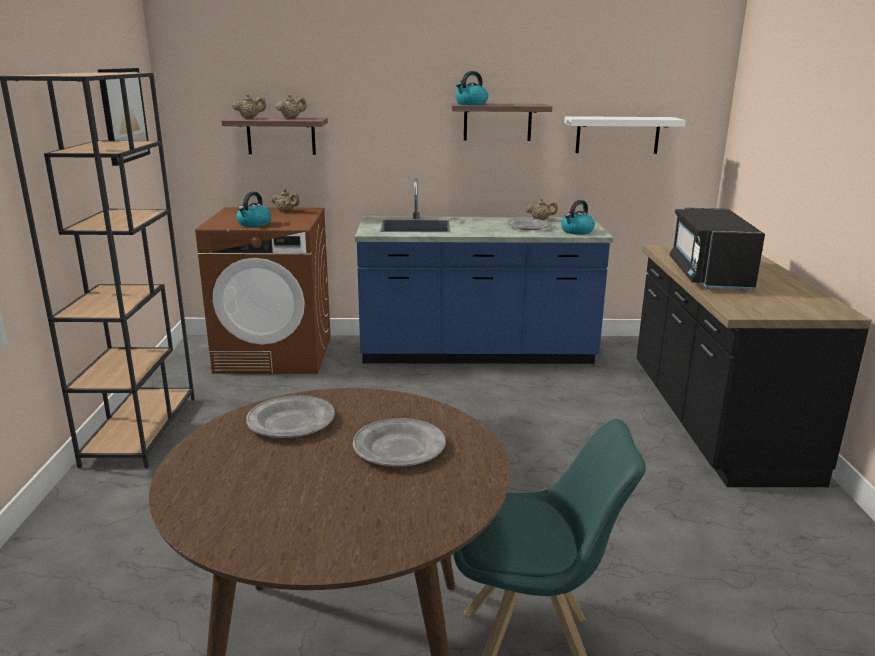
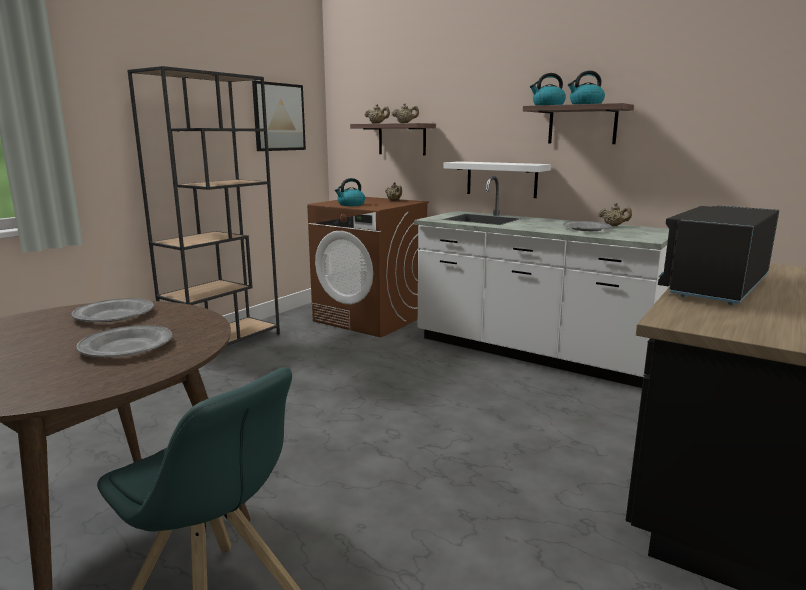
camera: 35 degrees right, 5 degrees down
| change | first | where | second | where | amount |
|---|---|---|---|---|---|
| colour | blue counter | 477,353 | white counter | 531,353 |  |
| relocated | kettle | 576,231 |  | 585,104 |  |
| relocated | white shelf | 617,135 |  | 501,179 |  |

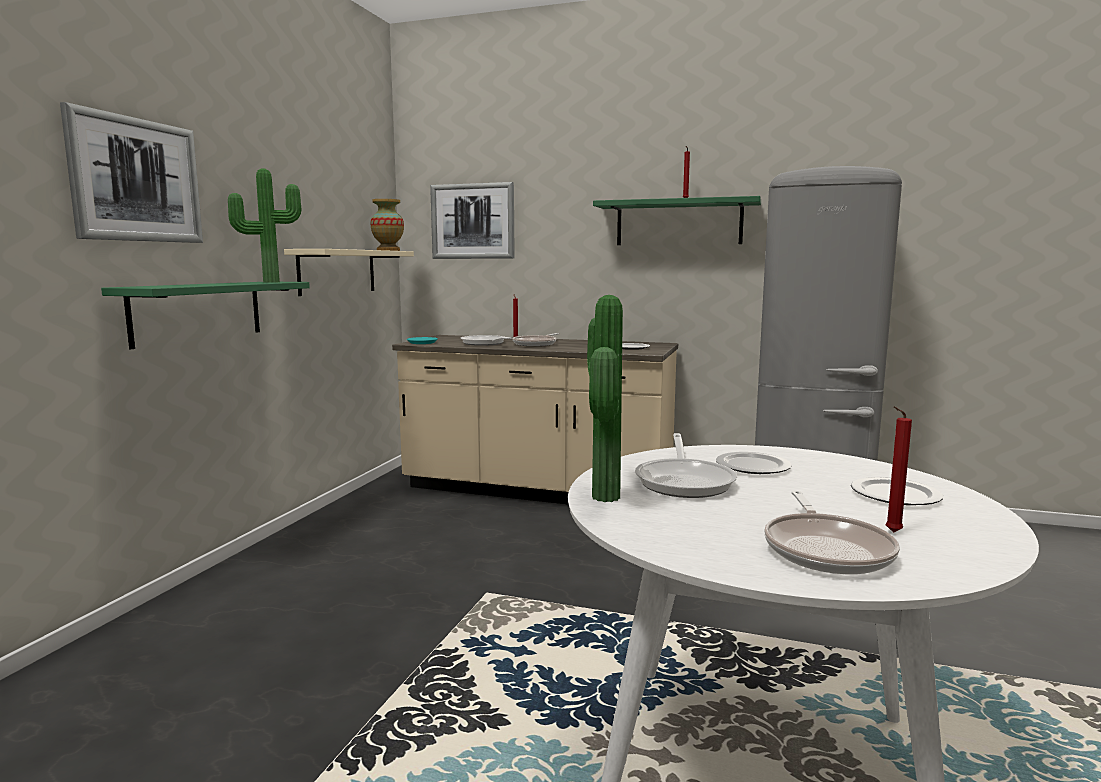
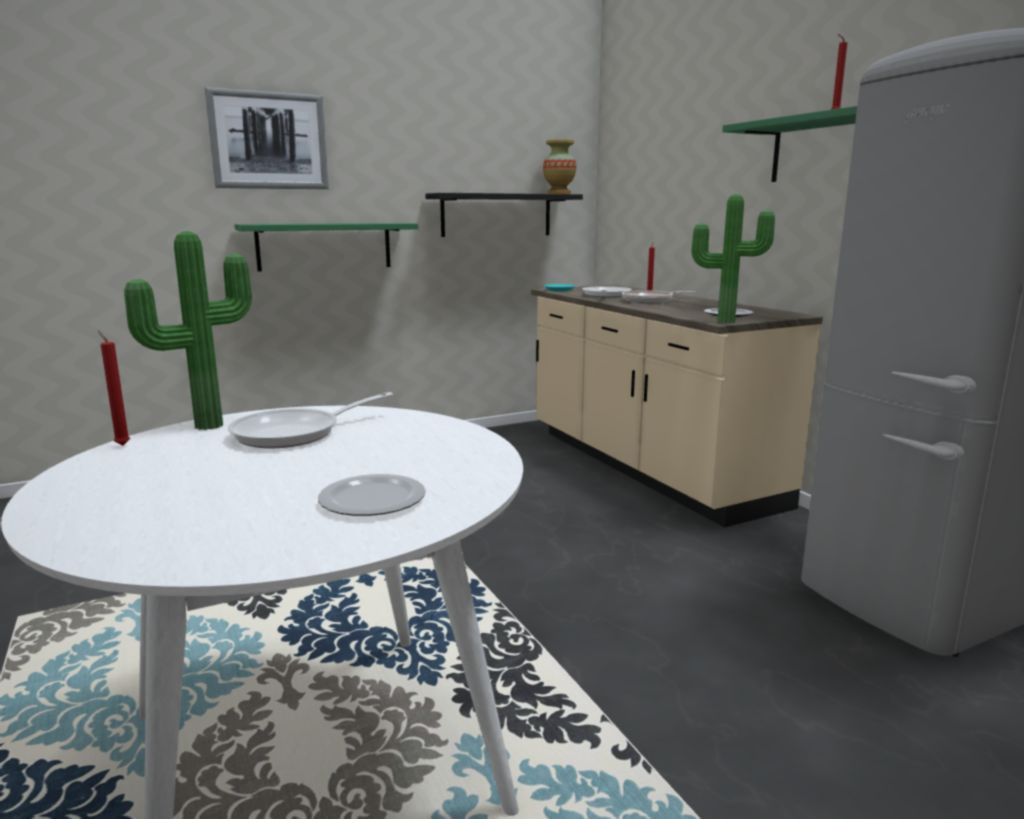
camera: 45 degrees right, 5 degrees up
| change | first | where | second | where | amount |
|---|---|---|---|---|---|
| relocated | potted plant | 270,282 |  | 725,321 |  |
| colour | beige shelf | 337,271 | black shelf | 496,215 |  |
| missing | picture | 473,221 |  |  |  |
| missing | plate | 754,466 |  |  |  |
| missing | frying pan | 826,549 |  |  |  |
| relocated | red candle | 891,532 |  | 121,445 |  |

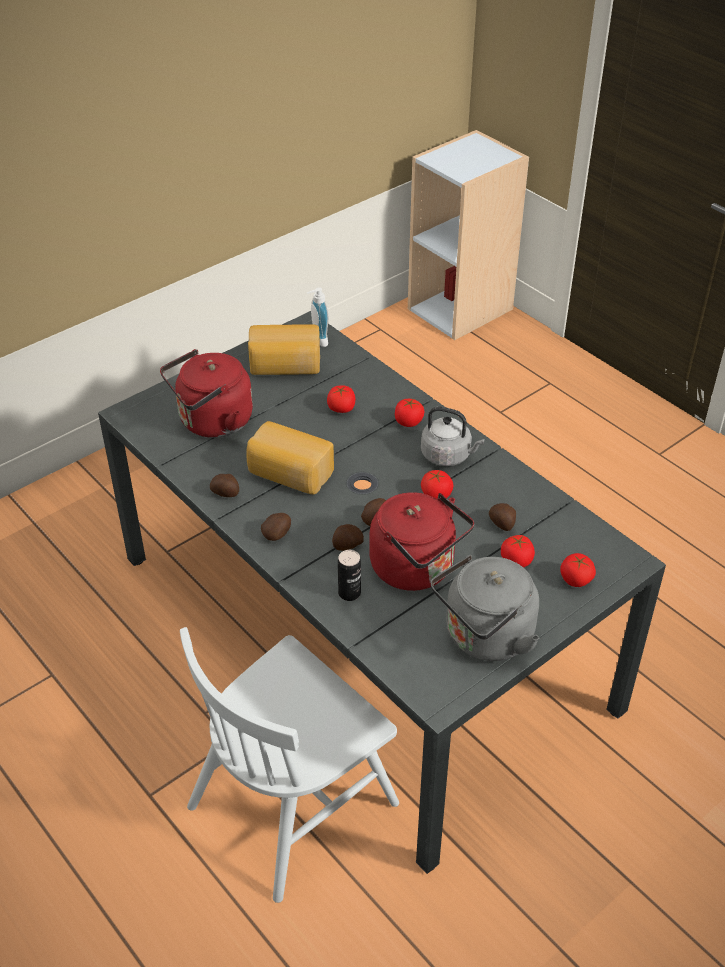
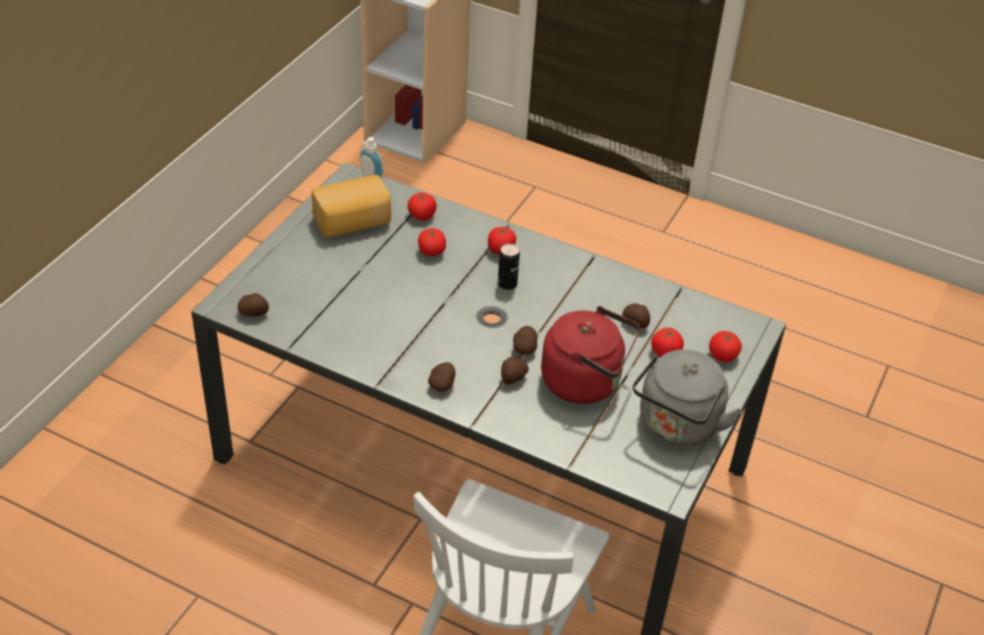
camera: 25 degrees left, 0 degrees up
| change | first | where | second | where | amount |
|---|---|---|---|---|---|
| missing | red kettle | 212,422 |  |  |  |
| relocated | potato | 226,493 |  | 254,313 |  |
| missing | bread | 289,474 |  |  |  |
| relocated | can | 349,593 |  | 507,284 |  |
| missing | grey kettle | 448,455 |  |  |  |
| relocated | tomato | 436,495 |  | 422,215 |  |

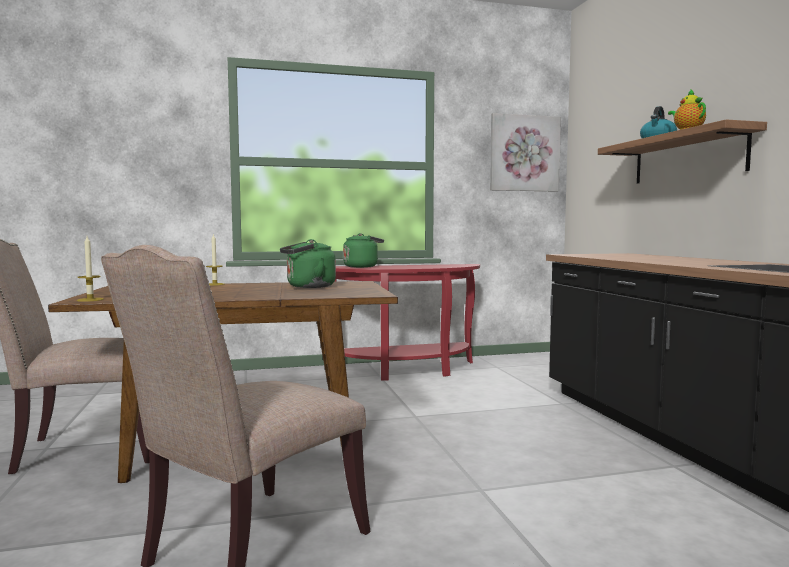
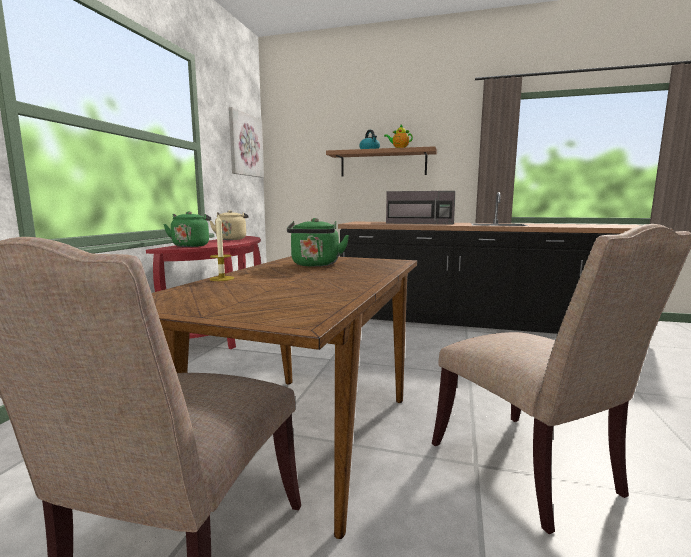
camera: 60 degrees left, 5 degrees up
| change | first | where | second | where | amount |
|---|---|---|---|---|---|
| missing | candle | 90,300 |  |  |  |
| appeared |  |  | beige kettle | 231,239 |  |
| appeared |  |  | grey microwave | 421,223 |  |

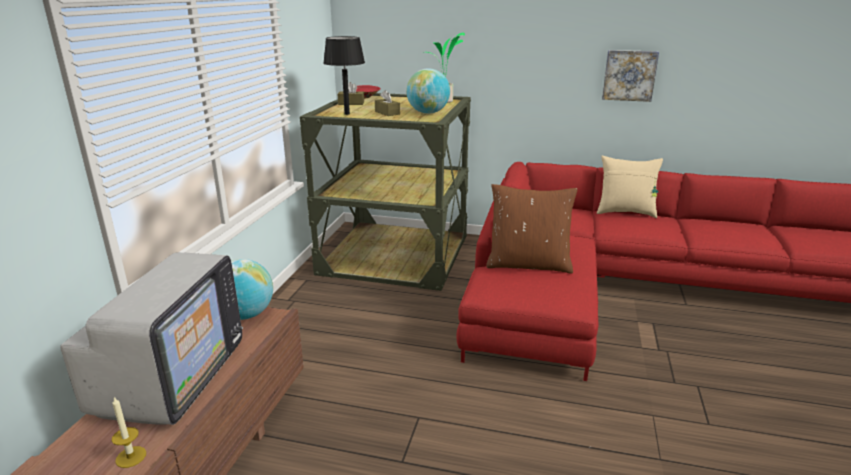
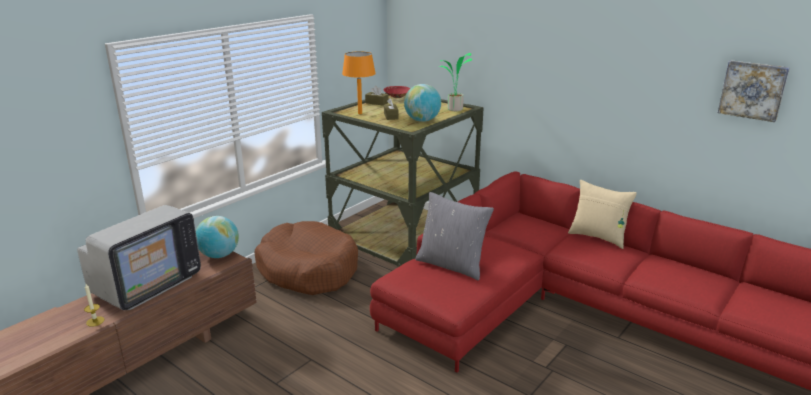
camera: 25 degrees right, 0 degrees up
| change | first | where | second | where | amount |
|---|---|---|---|---|---|
| colour | black table lamp | 347,114 | orange table lamp | 360,113 |  |
| colour | brown pillow | 528,264 | grey pillow | 452,265 |  |
| relocated | picture | 629,75 |  | 753,90 |  |
| appeared |  |  | brown dog bed | 308,269 |  |

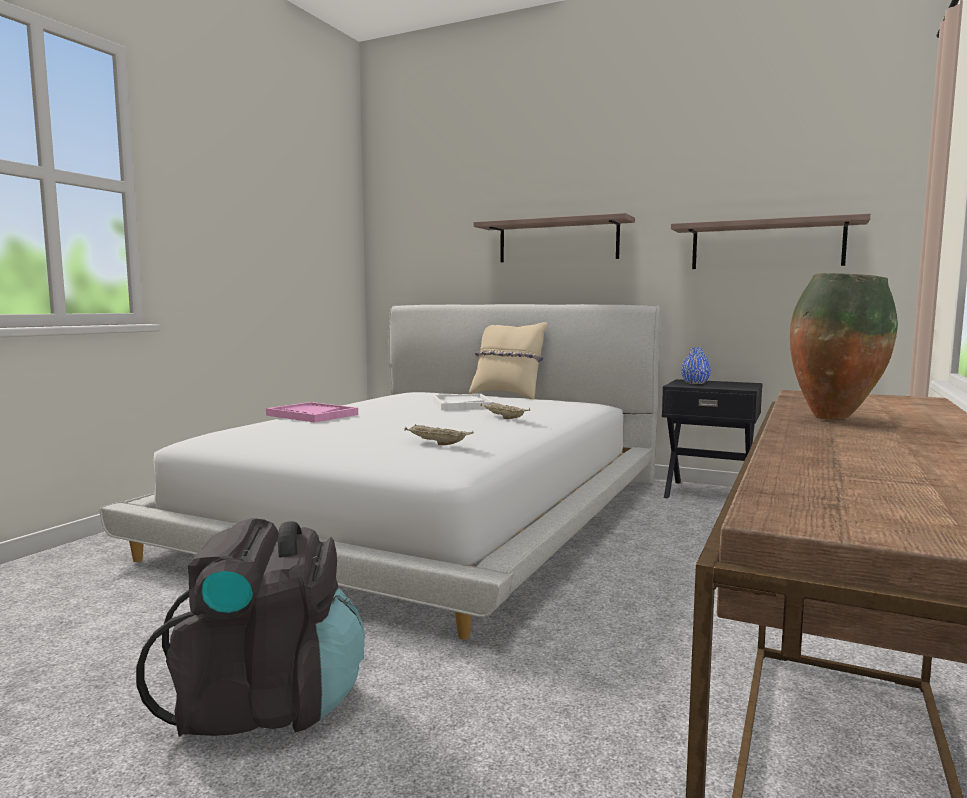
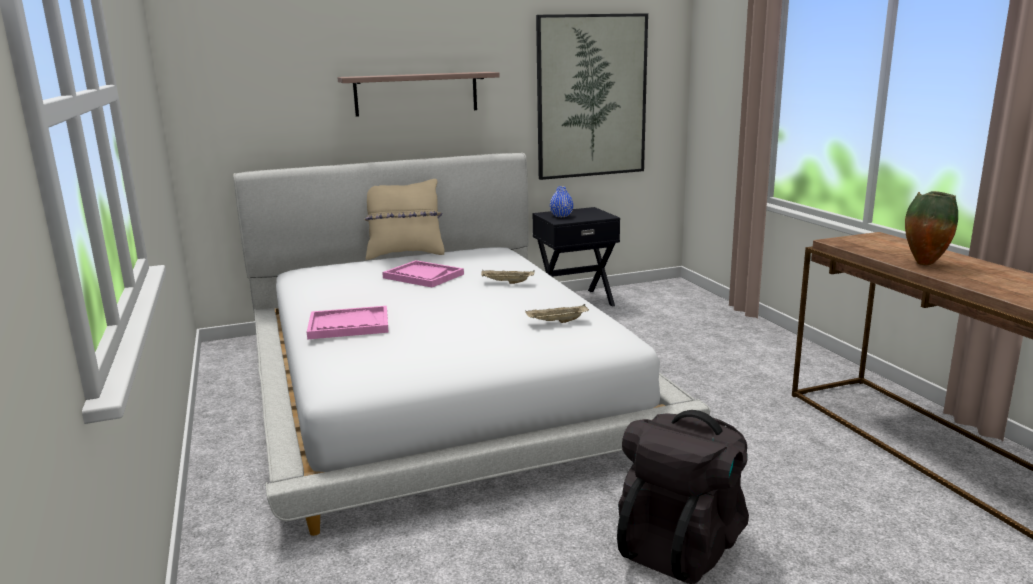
camera: 45 degrees left, 10 degrees up
| change | first | where | second | where | amount |
|---|---|---|---|---|---|
| colour | white tray | 462,404 | pink tray | 423,276 |  |
| exchanged | shelf | 766,245 | picture | 591,96 |  |

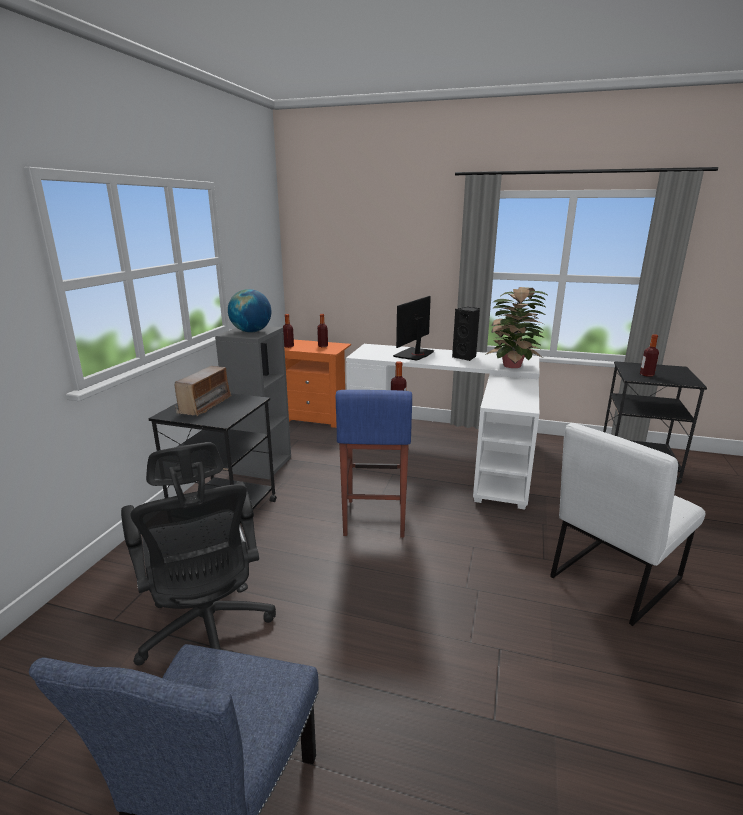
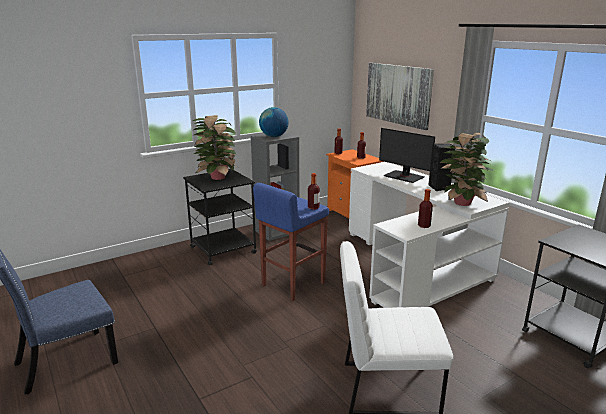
camera: 40 degrees right, 0 degrees up
| change | first | where | second | where | amount |
|---|---|---|---|---|---|
| missing | office chair | 207,632 |  |  |  |
| exchanged | radio | 205,405 | potted plant | 217,177 |  |
| spun | monitor | 414,354 |  | 404,177 | 120 degrees counterclockwise |
| relocated | bottle | 646,375 |  | 424,226 |  |
| appeared |  |  | picture | 398,94 |  |

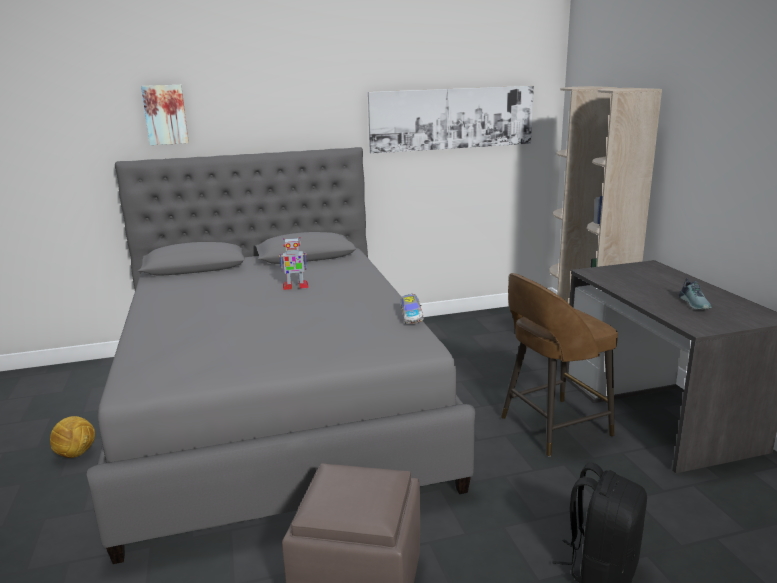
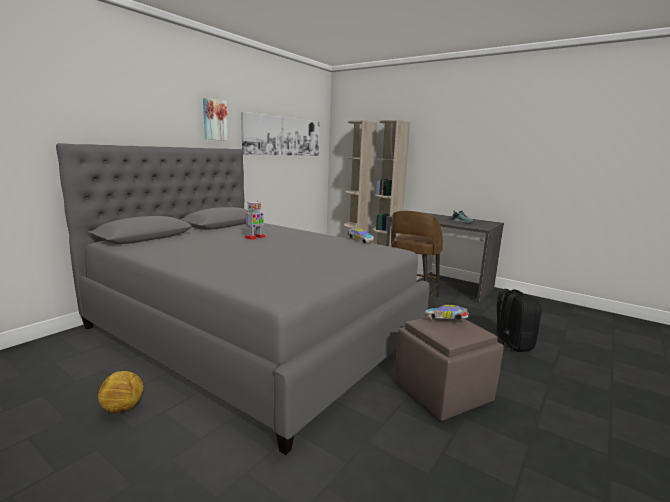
camera: 40 degrees left, 5 degrees down
| change | first | where | second | where | amount |
|---|---|---|---|---|---|
| relocated | picture | 165,114 |  | 214,120 |  |
| appeared |  |  | toy car | 446,320 |  |

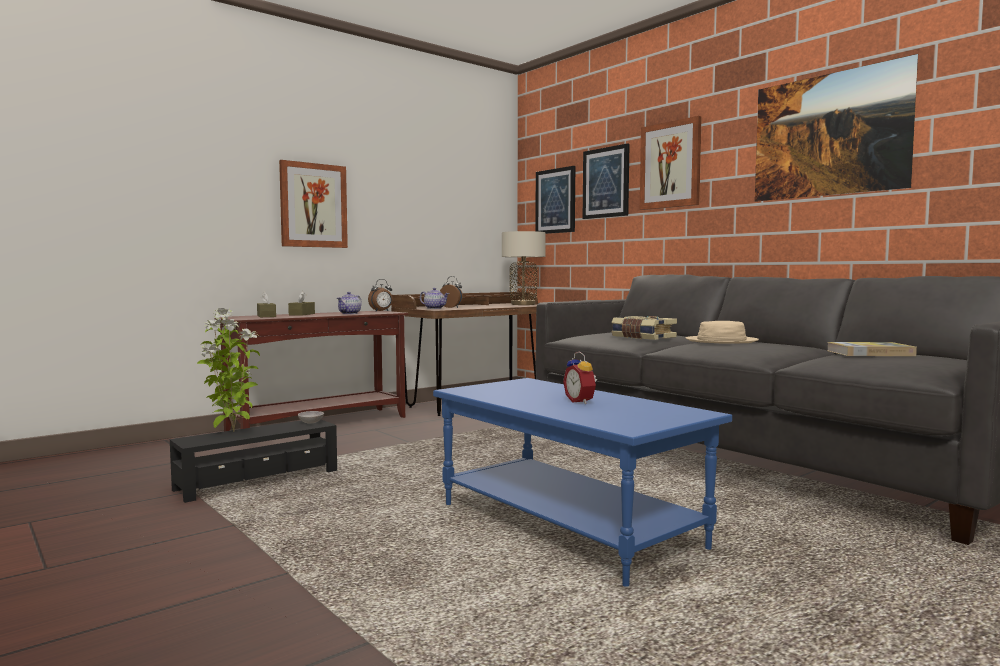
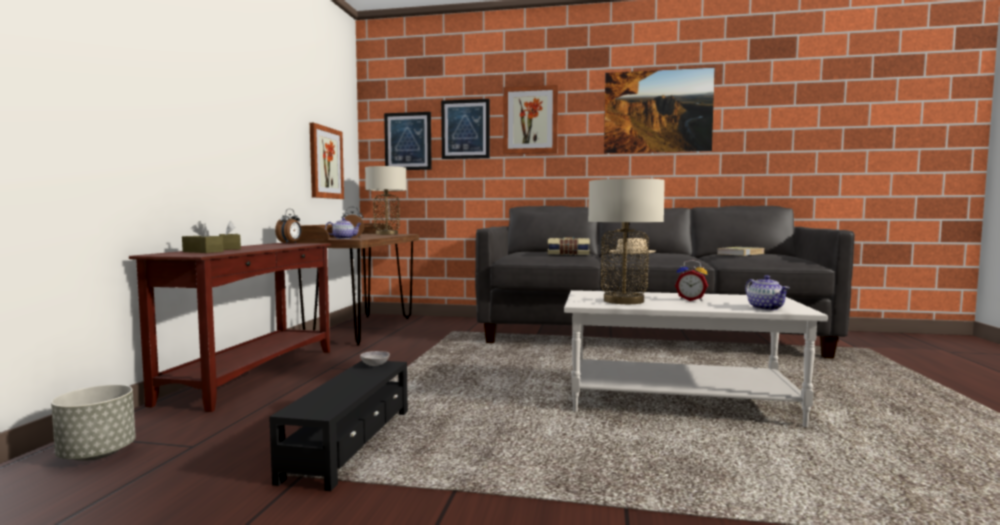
camera: 40 degrees left, 0 degrees up
| change | first | where | second | where | amount |
|---|---|---|---|---|---|
| missing | potted plant | 231,431 |  |  |  |
| relocated | picture | 313,205 |  | 325,163 |  |
| relocated | teapot | 349,313 |  | 766,308 |  |
| colour | blue coffee table | 569,526 | white coffee table | 679,401 |  |
| appeared |  |  | grey planter | 97,454 |  |
| appeared |  |  | table lamp | 623,301 |  |

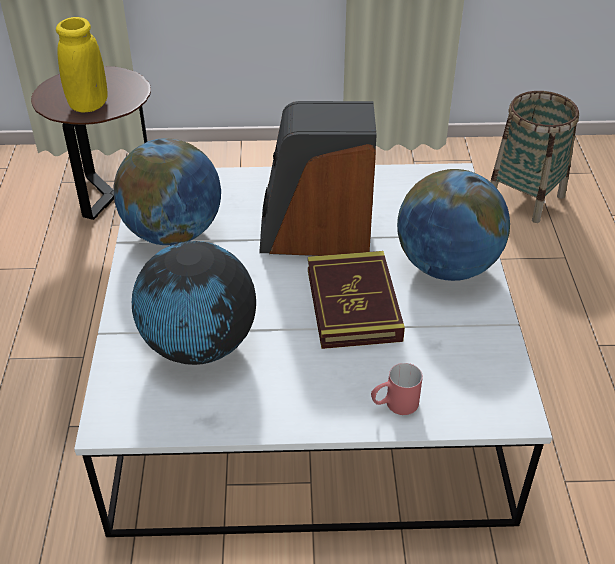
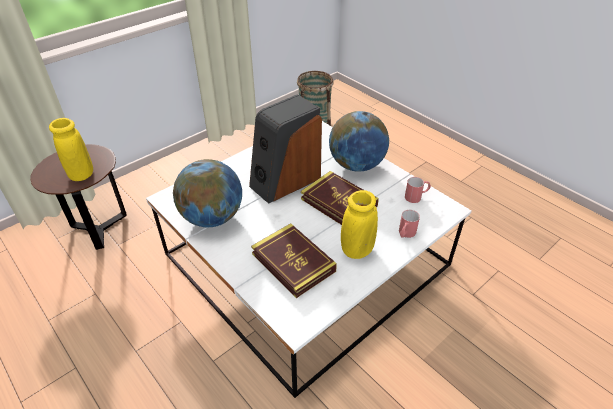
camera: 40 degrees left, 0 degrees up
| change | first | where | second | where | amount |
|---|---|---|---|---|---|
| exchanged | globe | 198,345 | book | 293,262 |  |
| appeared |  |  | yellow vase | 357,250 |  |
| appeared |  |  | red mug | 416,196 |  |

